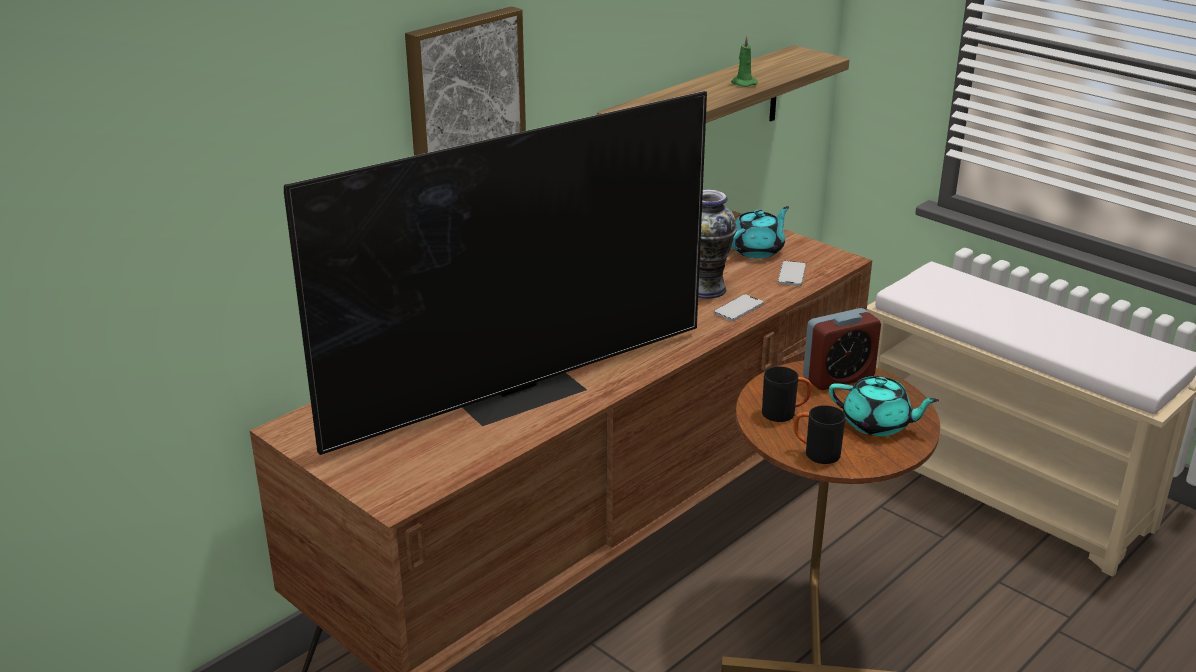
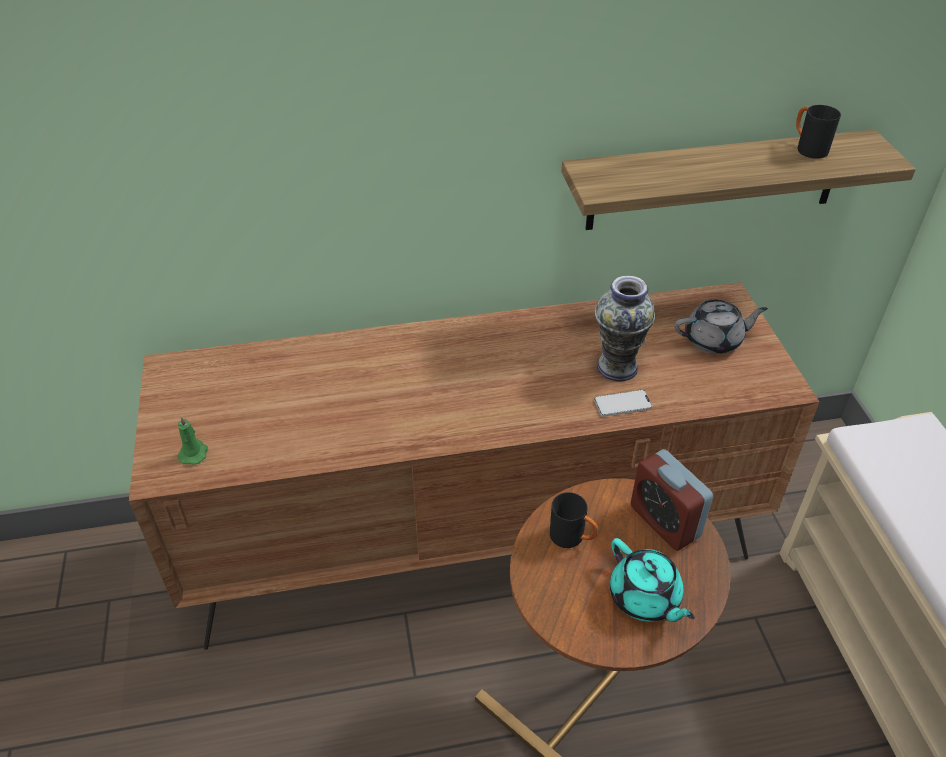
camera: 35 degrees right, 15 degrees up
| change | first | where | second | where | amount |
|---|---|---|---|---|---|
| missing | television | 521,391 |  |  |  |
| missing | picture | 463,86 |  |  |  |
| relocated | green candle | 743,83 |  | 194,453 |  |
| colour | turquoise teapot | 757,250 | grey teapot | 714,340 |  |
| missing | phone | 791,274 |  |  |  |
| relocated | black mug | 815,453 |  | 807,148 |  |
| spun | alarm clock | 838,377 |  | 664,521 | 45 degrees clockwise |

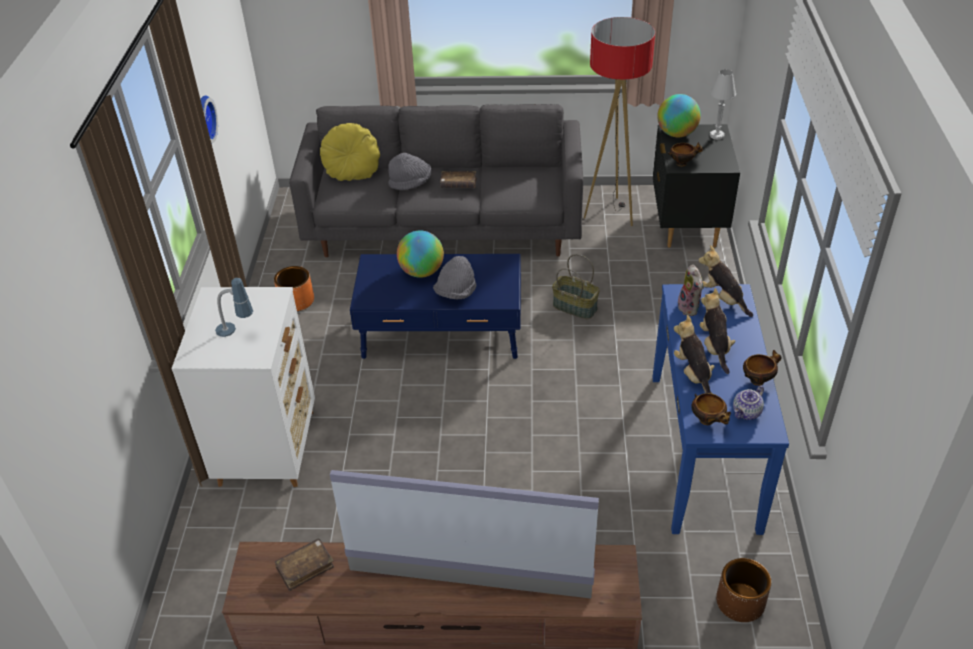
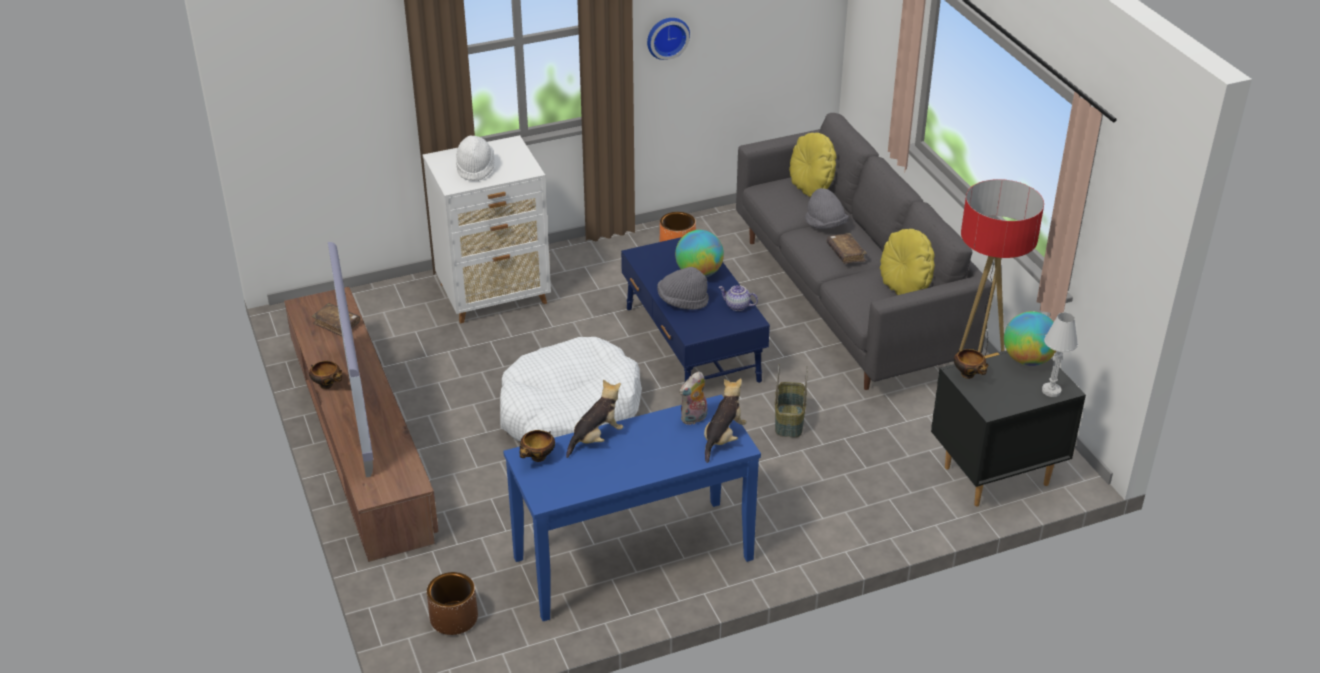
camera: 65 degrees right, 5 degrees down
| change | first | where | second | where | amount |
|---|---|---|---|---|---|
| exchanged | table lamp | 237,333 | white hat | 475,168 |  |
| missing | plush toy | 714,347 |  |  |  |
| relocated | teapot | 747,413 |  | 737,306 |  |
| relocated | bowl | 758,380 |  | 328,385 |  |
| appeared |  |  | white dog bed | 569,411 |  |
| appeared |  |  | yellow pillow | 904,289 |  |

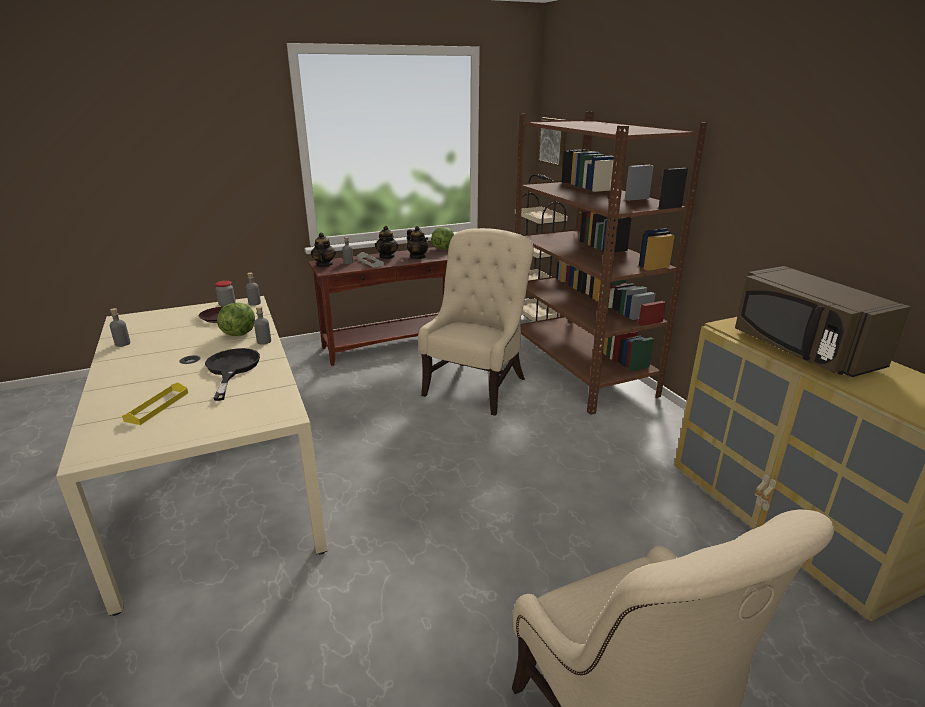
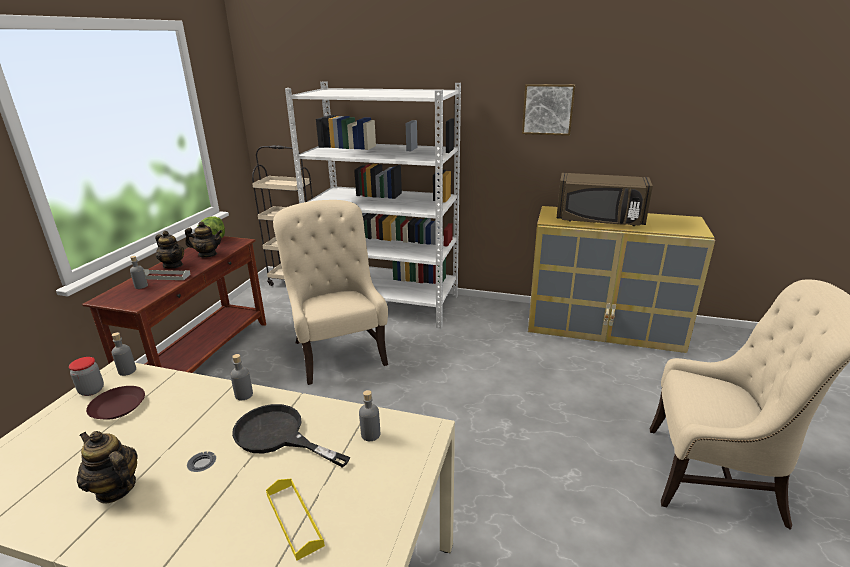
camera: 50 degrees left, 0 degrees up
| change | first | where | second | where | amount |
|---|---|---|---|---|---|
| relocated | grey bottle | 122,343 |  | 370,434 |  |
| missing | lettuce | 239,333 |  |  |  |
| relocated | teapot | 324,265 |  | 115,489 |  |
| colour | brown bookcase | 579,370 | white bookcase | 387,303 |  |
| relocated | picture | 554,141 |  | 548,109 |  |

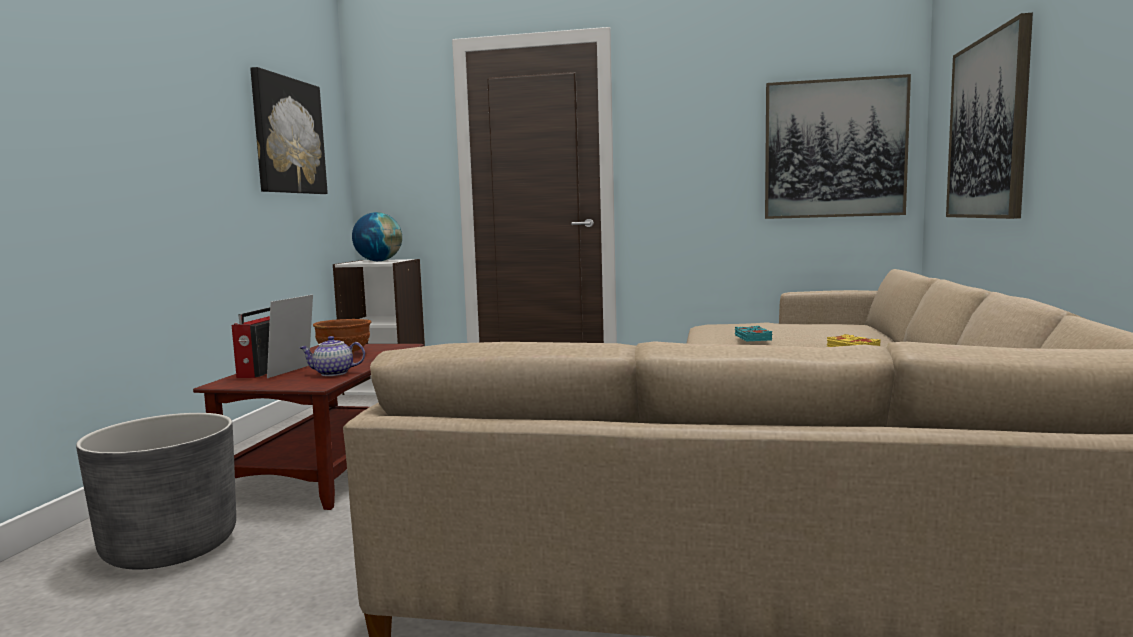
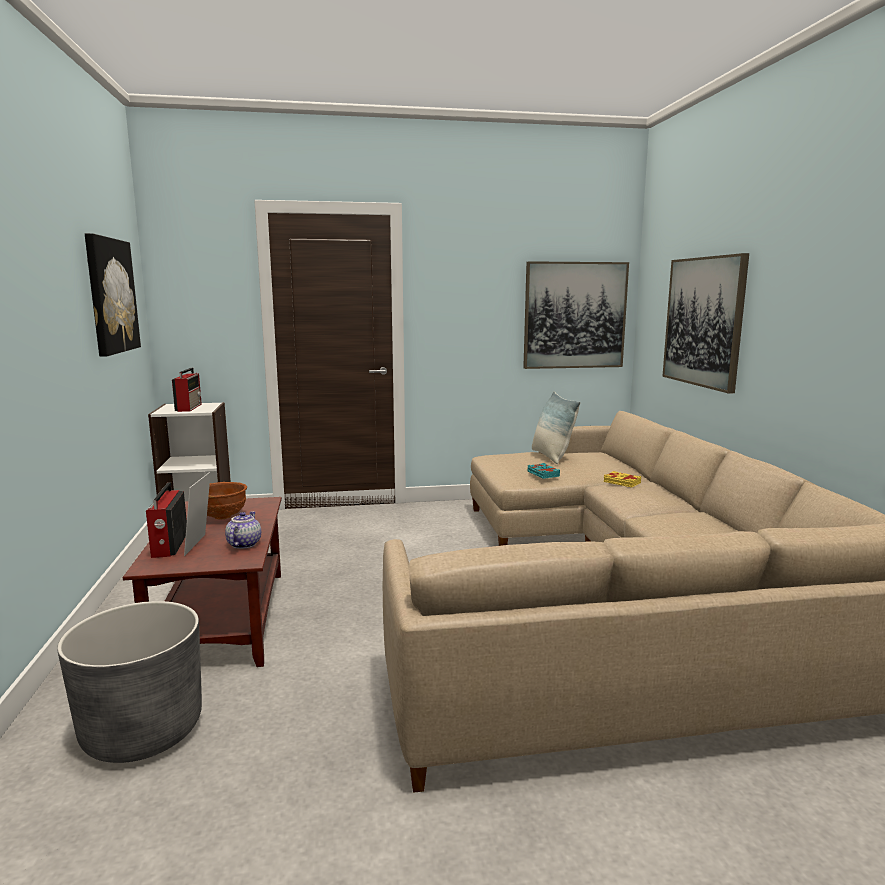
camera: 20 degrees left, 5 degrees up
| change | first | where | second | where | amount |
|---|---|---|---|---|---|
| spun | teapot | 333,373 |  | 243,544 | 120 degrees clockwise |
| exchanged | globe | 378,261 | radio | 189,407 |  |
| appeared |  |  | pillow | 551,456 |  |

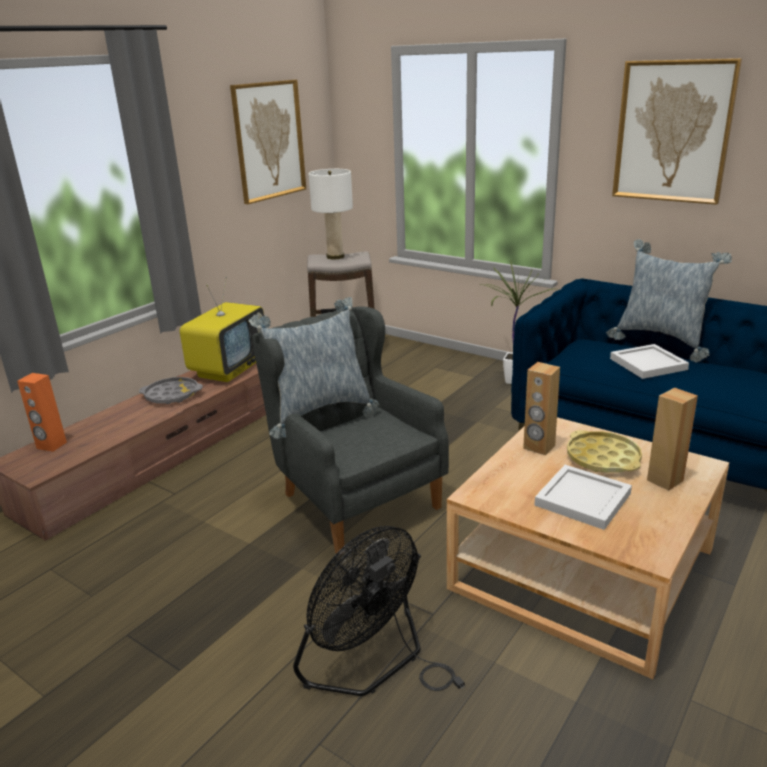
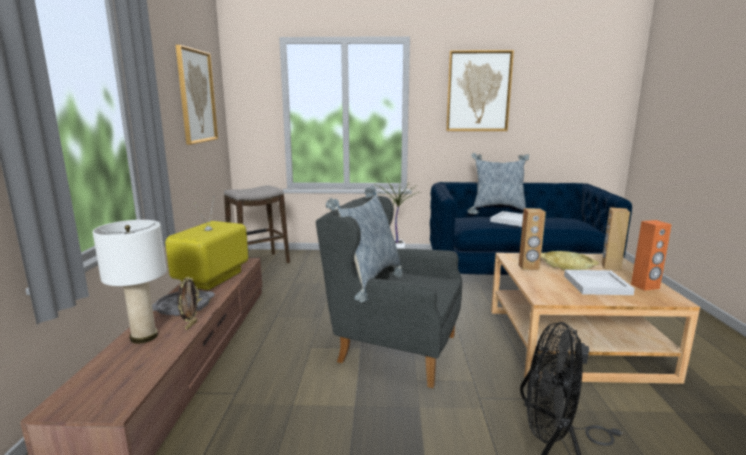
camera: 35 degrees left, 10 degrees down
| change | first | where | second | where | amount |
|---|---|---|---|---|---|
| relocated | orange speaker | 51,445 |  | 645,286 |  |
| spun | television | 229,368 |  | 212,279 | 150 degrees counterclockwise |
| relocated | white table lamp | 335,257 |  | 144,337 |  |
| appeared |  |  | picture frame | 191,325 |  |

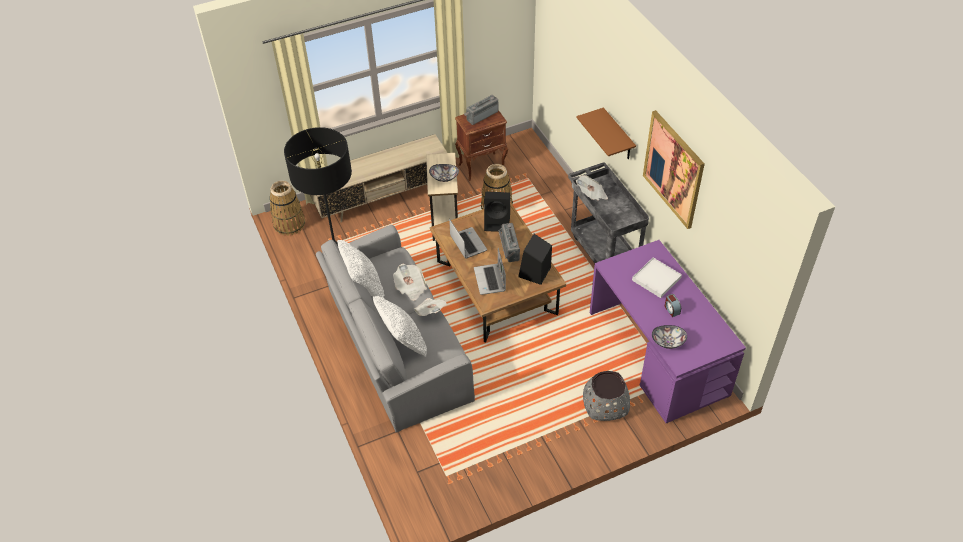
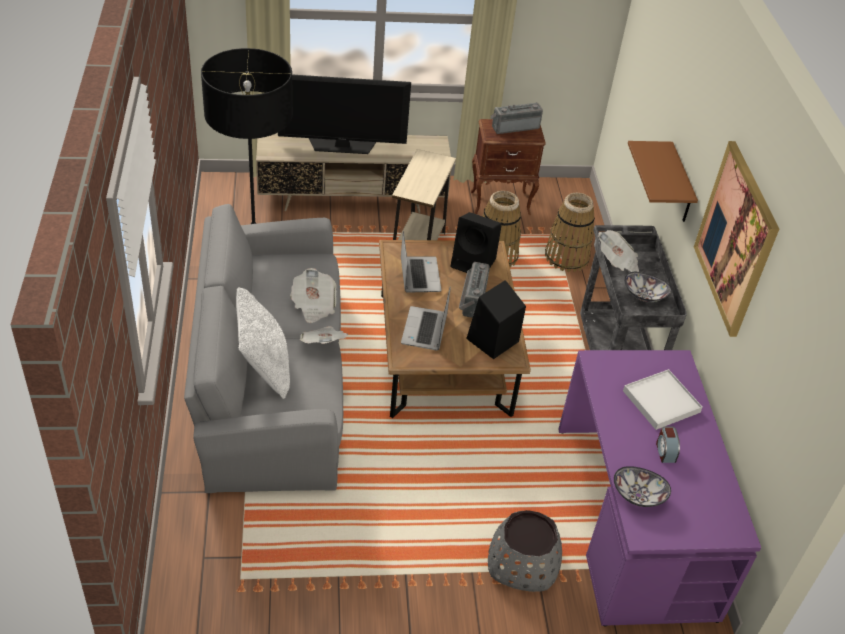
camera: 15 degrees right, 5 degrees down
| change | first | where | second | where | amount |
|---|---|---|---|---|---|
| relocated | basket | 289,224 |  | 566,257 |  |
| missing | white pillow | 364,286 |  |  |  |
| relocated | bowl | 444,178 |  | 644,296 |  |
| appeared |  |  | television | 342,146 |  |

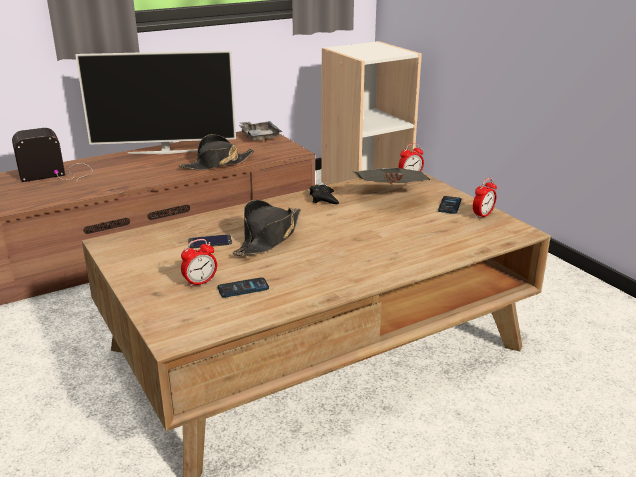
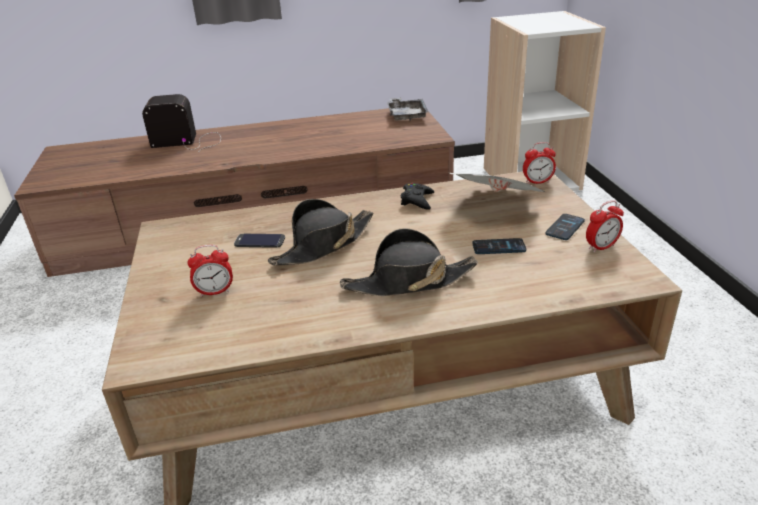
camera: 20 degrees right, 5 degrees up
| change | first | where | second | where | amount |
|---|---|---|---|---|---|
| missing | television | 165,151 |  |  |  |
| relocated | black hat | 217,164 |  | 409,282 |  |
| relocated | phone | 243,288 |  | 498,247 |  |

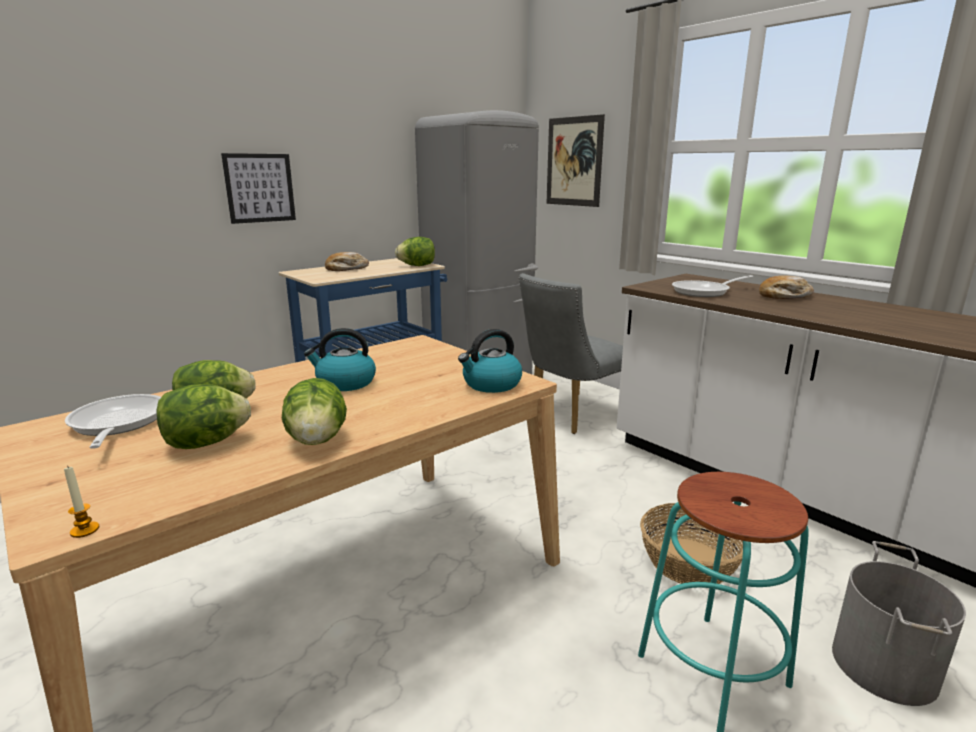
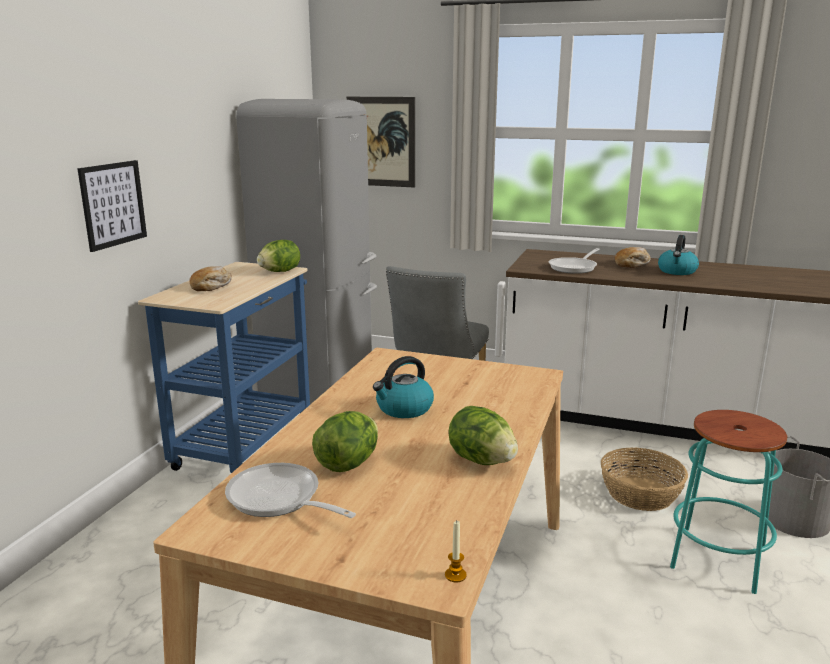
camera: 30 degrees left, 0 degrees up
| change | first | where | second | where | amount |
|---|---|---|---|---|---|
| missing | lettuce | 206,443 |  |  |  |
| relocated | kettle | 491,384 |  | 677,271 |  |

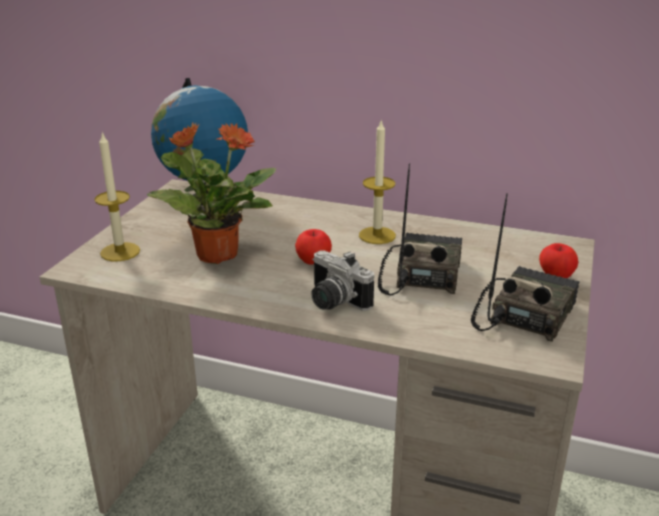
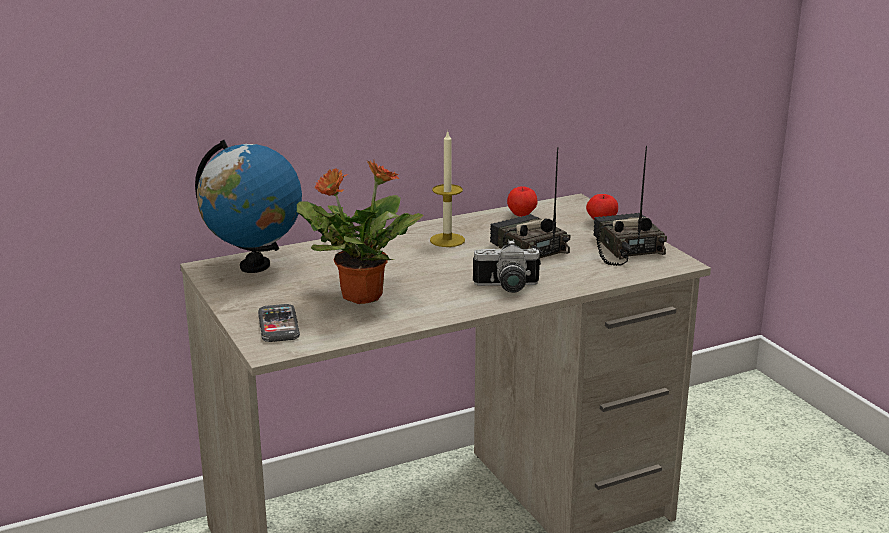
camera: 45 degrees left, 5 degrees down
| change | first | where | second | where | amount |
|---|---|---|---|---|---|
| exchanged | candle | 120,252 | phone | 278,325 |  |
| relocated | apple | 313,262 |  | 522,214 |  |

